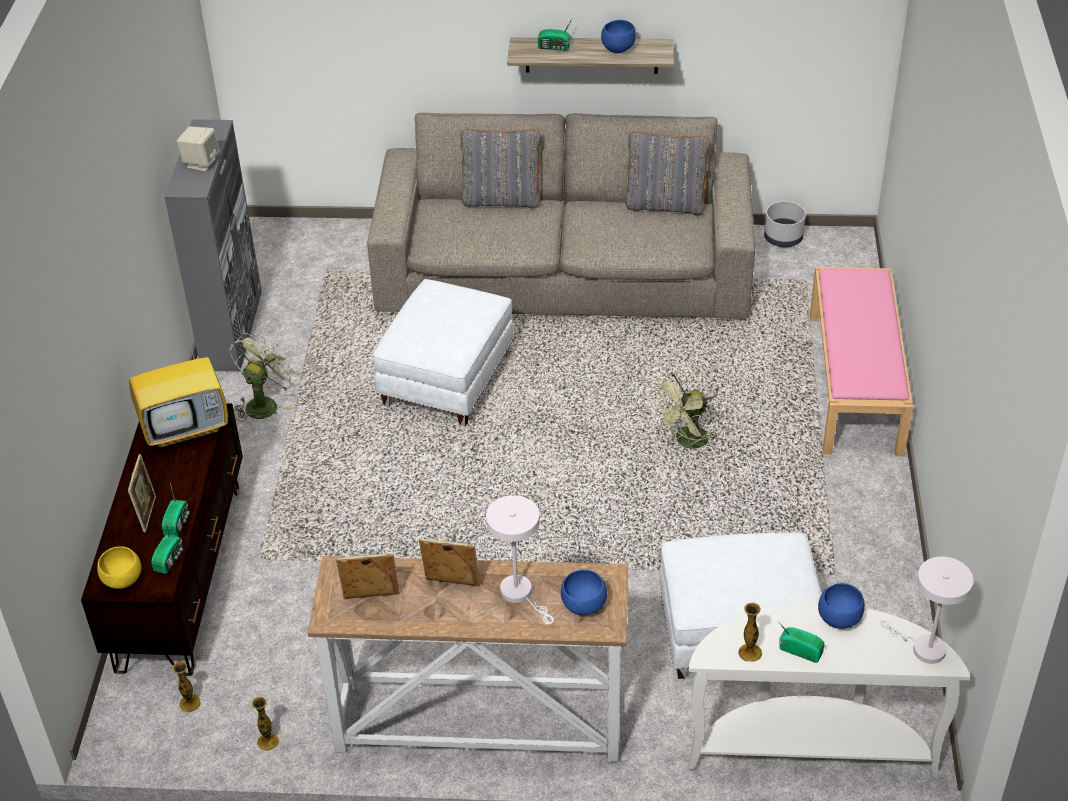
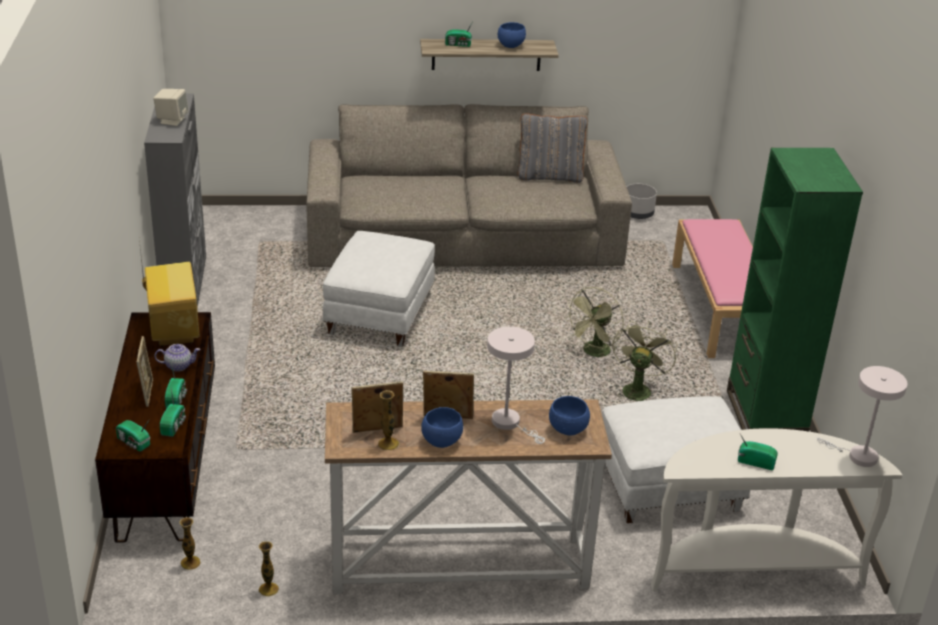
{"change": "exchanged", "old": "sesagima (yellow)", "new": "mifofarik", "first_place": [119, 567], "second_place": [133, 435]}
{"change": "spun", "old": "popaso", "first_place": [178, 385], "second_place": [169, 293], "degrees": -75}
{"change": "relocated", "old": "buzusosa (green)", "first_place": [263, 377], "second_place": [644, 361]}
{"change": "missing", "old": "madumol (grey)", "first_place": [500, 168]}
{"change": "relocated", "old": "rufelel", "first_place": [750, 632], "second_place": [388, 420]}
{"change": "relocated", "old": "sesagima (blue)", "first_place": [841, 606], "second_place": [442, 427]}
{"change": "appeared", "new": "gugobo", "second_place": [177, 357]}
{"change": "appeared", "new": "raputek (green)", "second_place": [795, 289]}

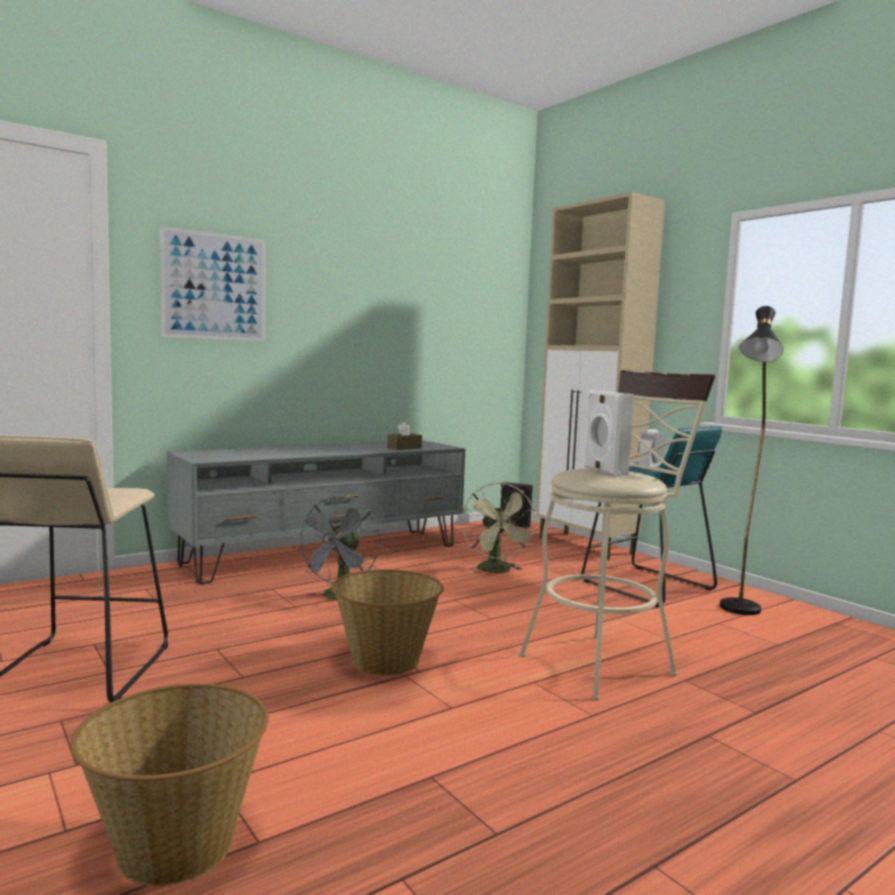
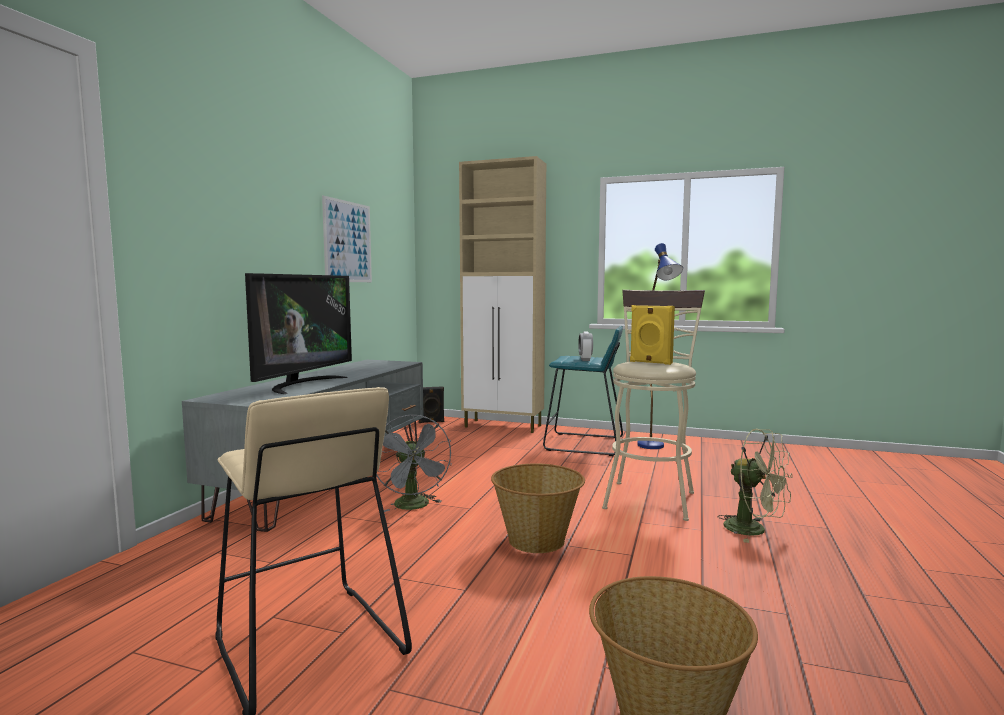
{"change": "relocated", "old": "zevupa", "first_place": [213, 284], "second_place": [347, 239]}
{"change": "missing", "old": "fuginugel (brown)", "first_place": [404, 436]}
{"change": "relocated", "old": "buzusosa (green)", "first_place": [499, 528], "second_place": [755, 486]}
{"change": "colour", "old": "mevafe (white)", "new": "mevafe (yellow)", "first_place": [609, 433], "second_place": [652, 335]}
{"change": "colour", "old": "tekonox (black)", "new": "tekonox (blue)", "first_place": [751, 460], "second_place": [660, 346]}
{"change": "appeared", "new": "popaso", "second_place": [298, 333]}

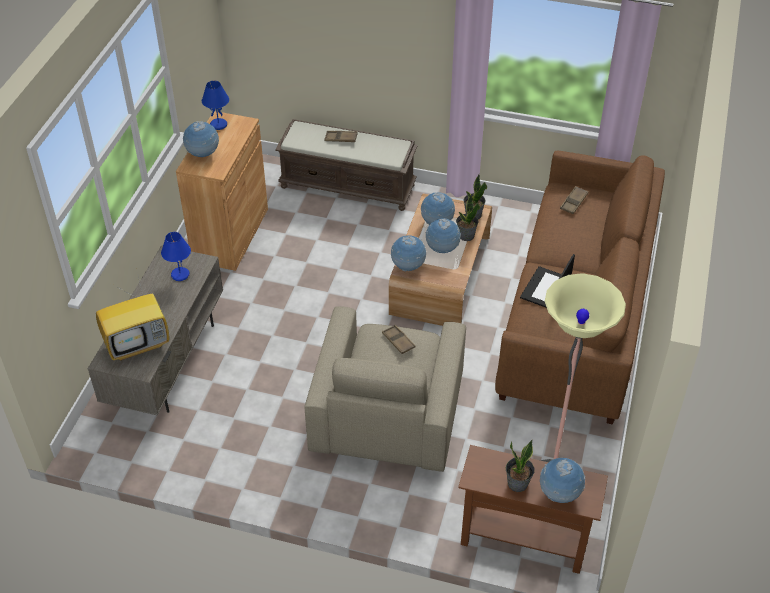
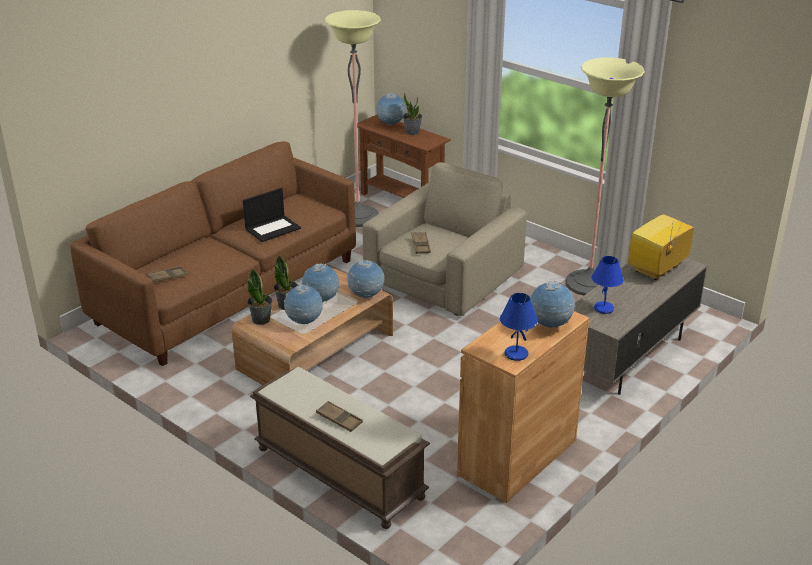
{"change": "spun", "old": "popaso", "first_place": [132, 316], "second_place": [660, 245], "degrees": -45}
{"change": "appeared", "new": "tekonox", "second_place": [605, 176]}

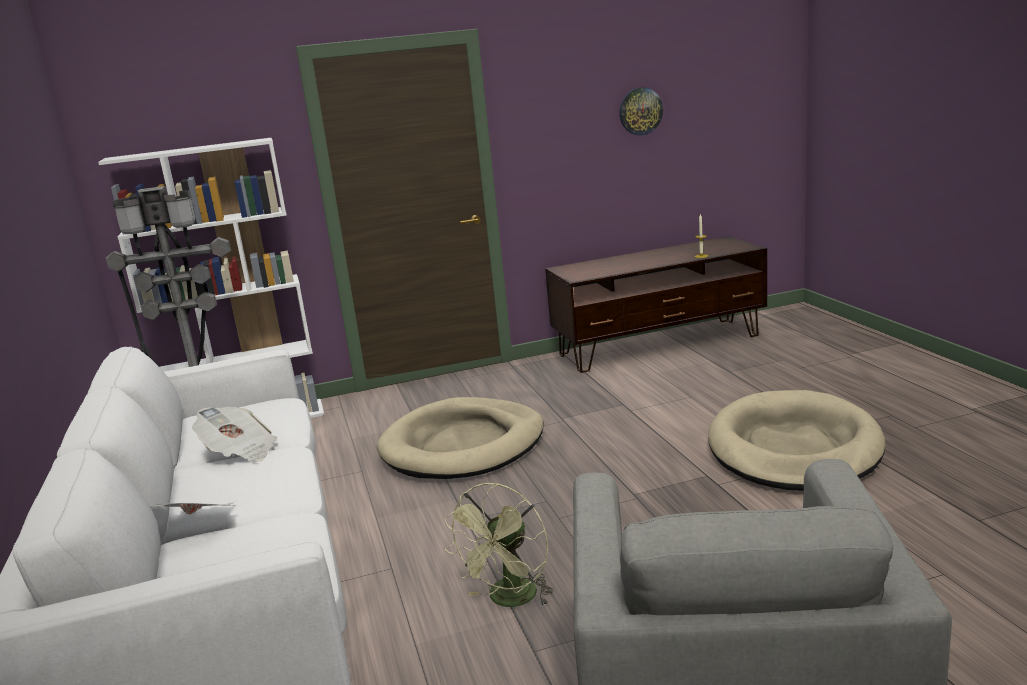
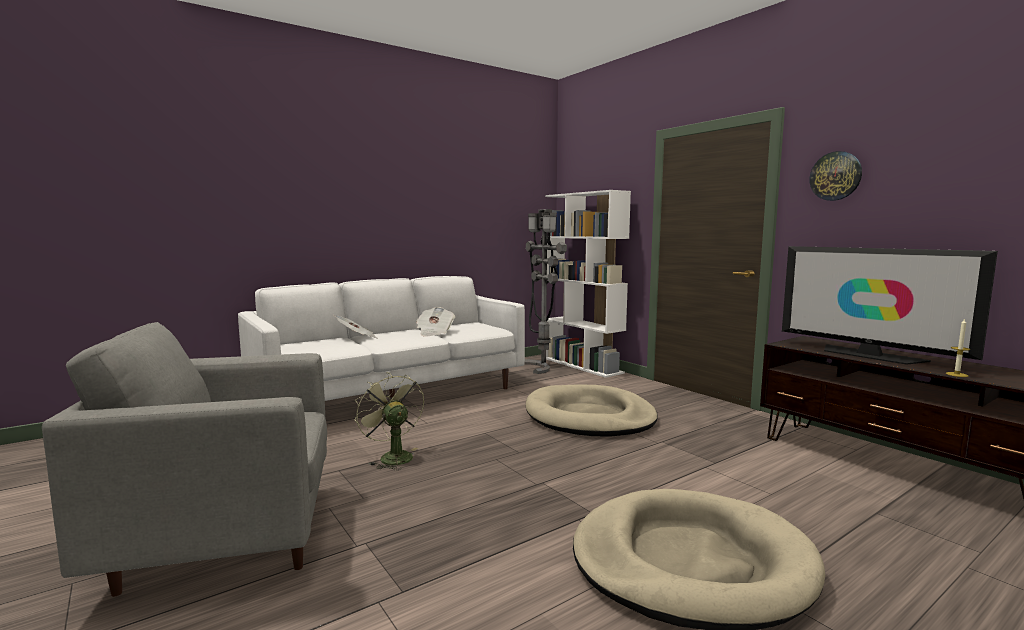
{"change": "spun", "old": "buzusosa (green)", "first_place": [499, 545], "second_place": [389, 421], "degrees": 45}
{"change": "relocated", "old": "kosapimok", "first_place": [641, 111], "second_place": [835, 176]}
{"change": "appeared", "new": "popaso", "second_place": [890, 305]}

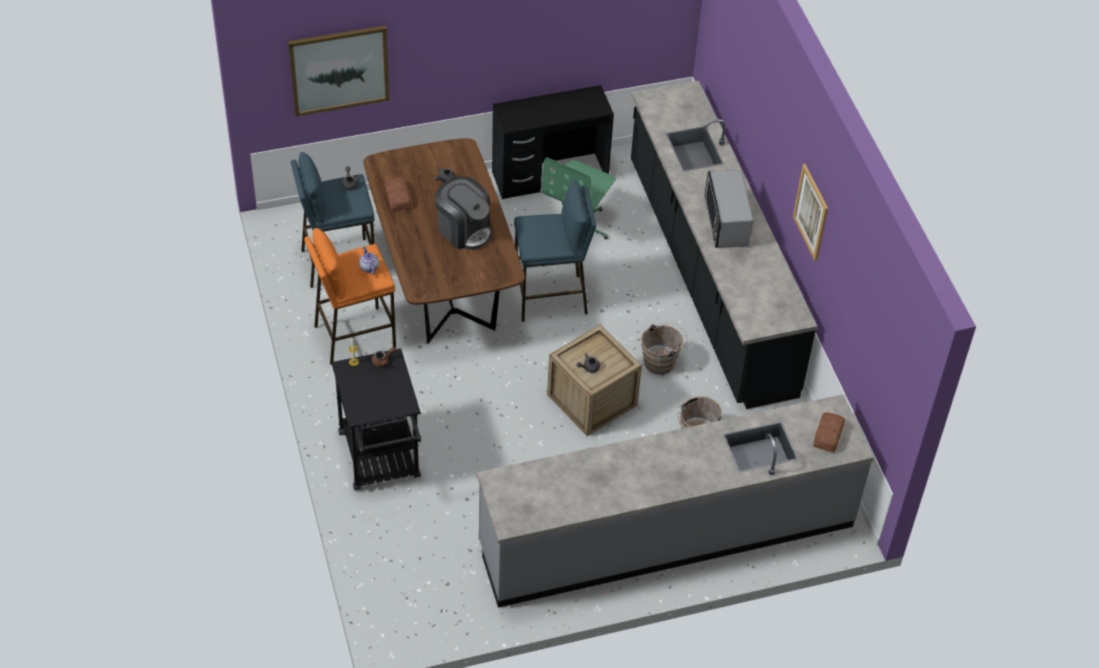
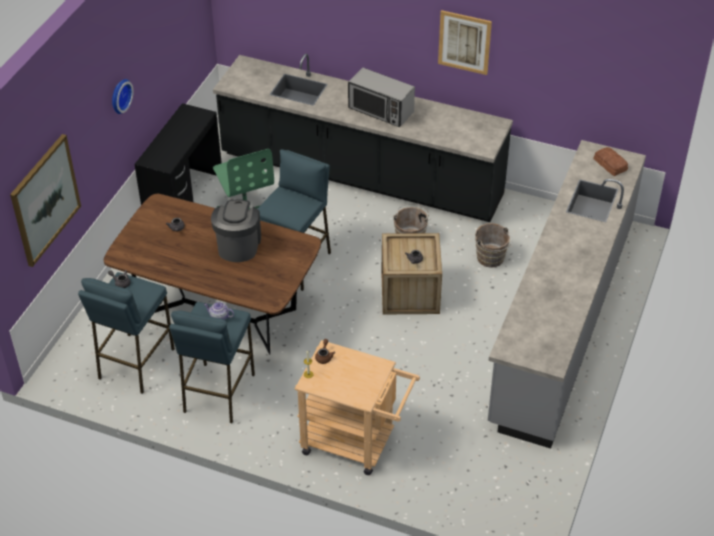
{"change": "colour", "old": "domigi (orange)", "new": "domigi (blue)", "first_place": [350, 296], "second_place": [212, 362]}
{"change": "colour", "old": "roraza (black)", "new": "roraza (beige)", "first_place": [376, 419], "second_place": [357, 407]}
{"change": "missing", "old": "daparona", "first_place": [398, 194]}
{"change": "spun", "old": "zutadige", "first_place": [463, 213], "second_place": [236, 231], "degrees": -75}
{"change": "appeared", "new": "kosapimok", "second_place": [123, 96]}

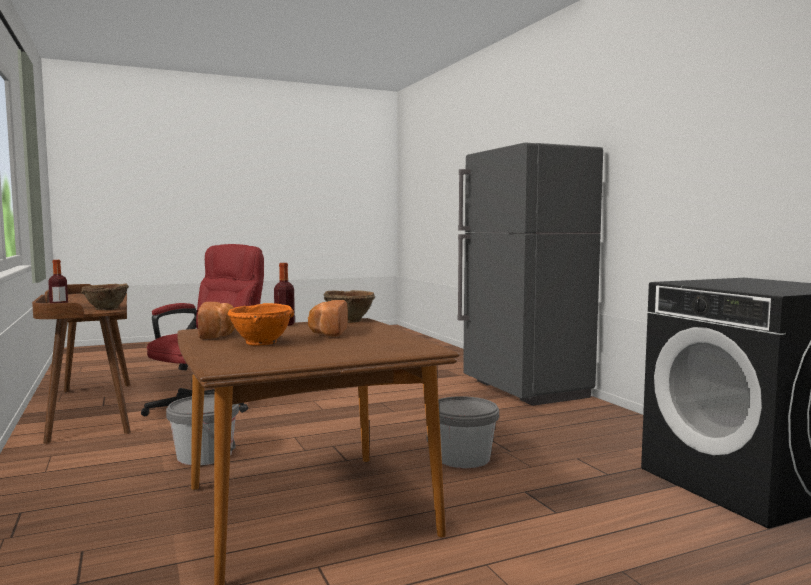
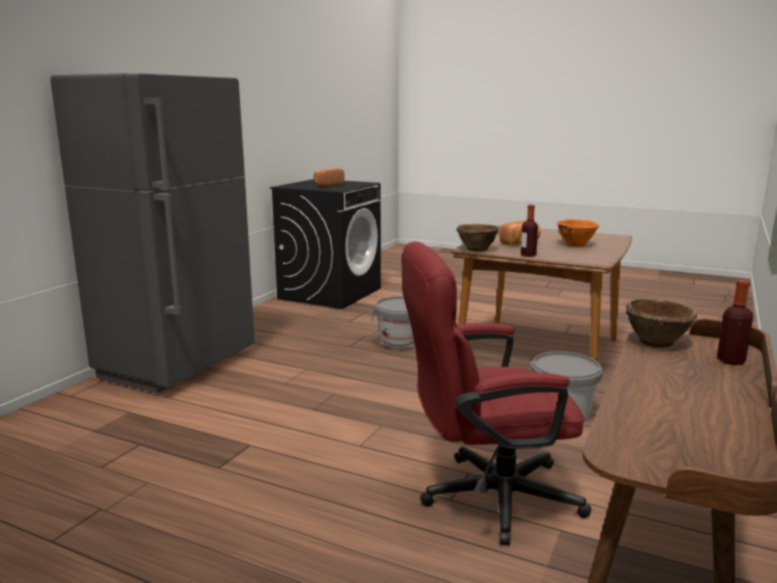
{"change": "relocated", "old": "daparona", "first_place": [216, 320], "second_place": [329, 177]}

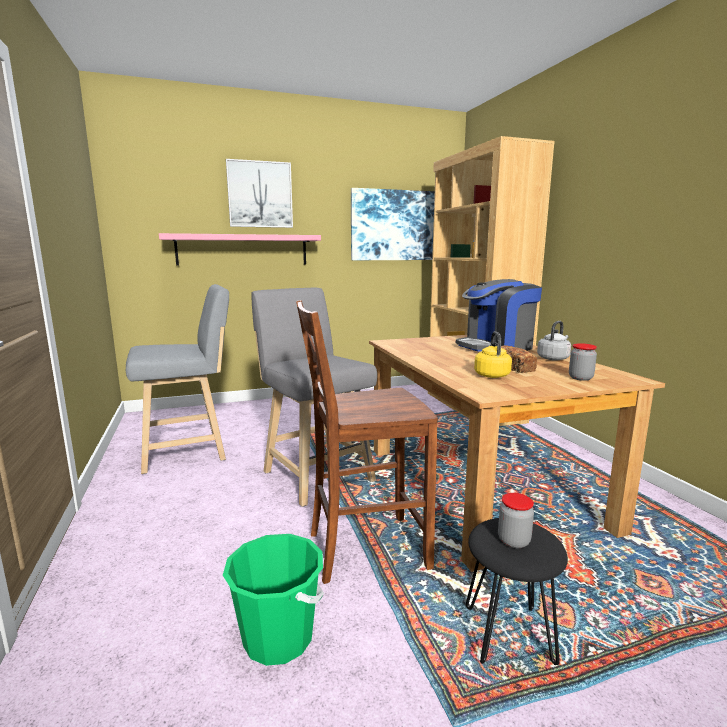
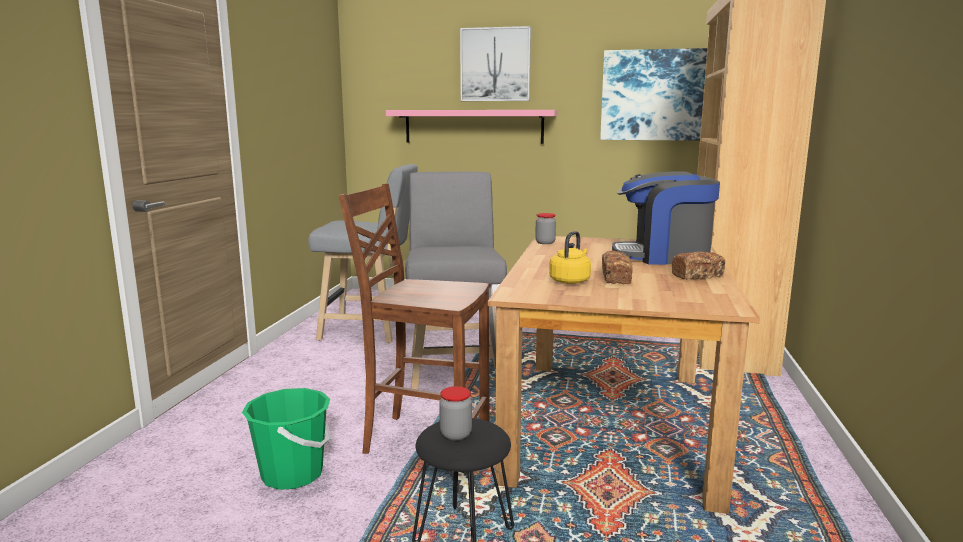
{"change": "exchanged", "old": "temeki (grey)", "new": "daparona", "first_place": [554, 341], "second_place": [698, 265]}
{"change": "relocated", "old": "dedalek", "first_place": [583, 362], "second_place": [545, 228]}

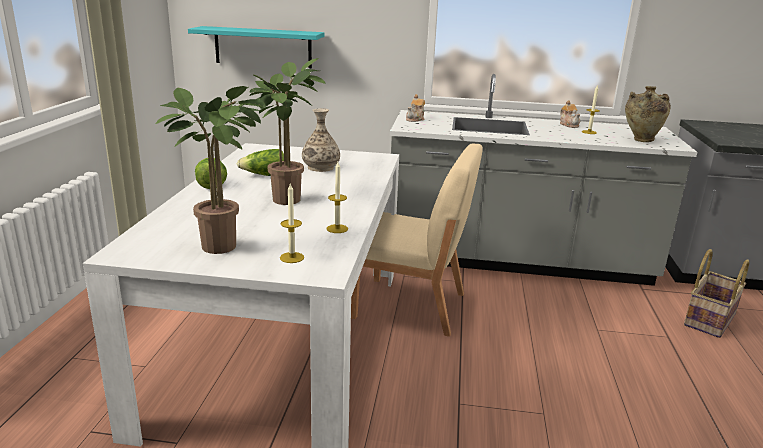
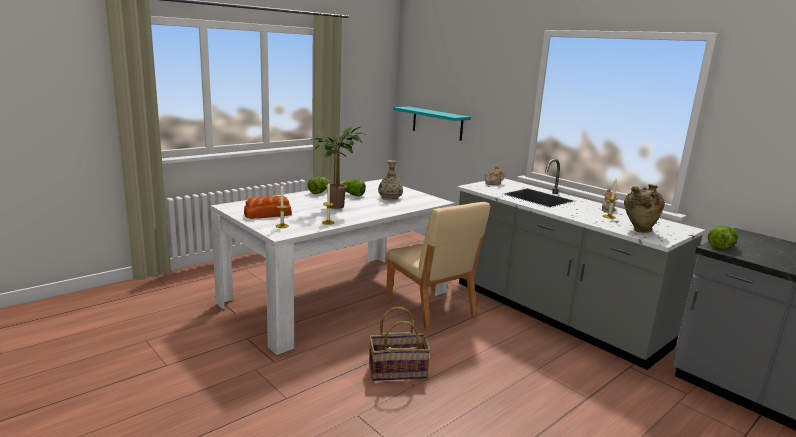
{"change": "exchanged", "old": "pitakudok", "new": "daparona", "first_place": [210, 170], "second_place": [268, 207]}
{"change": "relocated", "old": "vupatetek", "first_place": [716, 293], "second_place": [400, 344]}
{"change": "appeared", "new": "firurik", "second_place": [723, 237]}

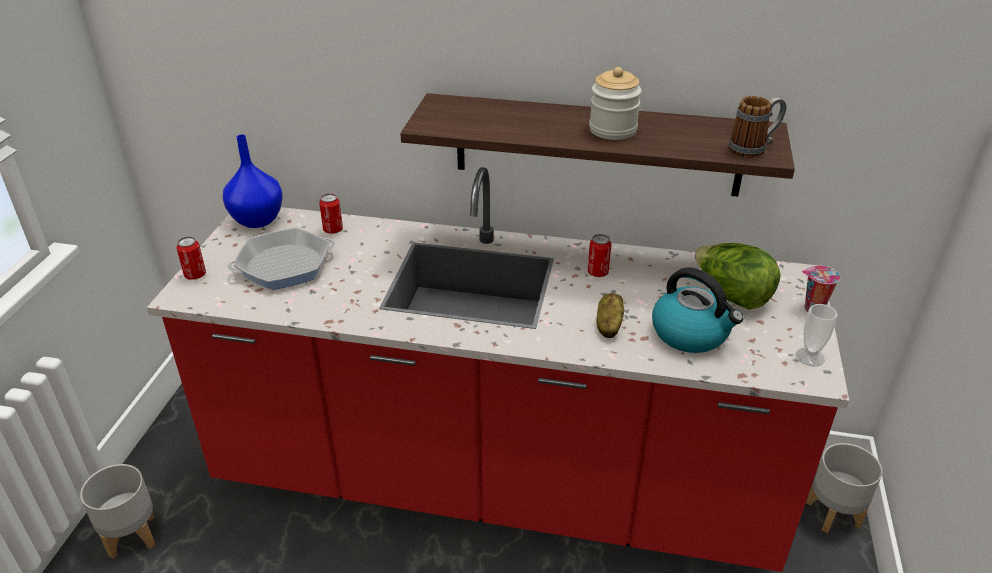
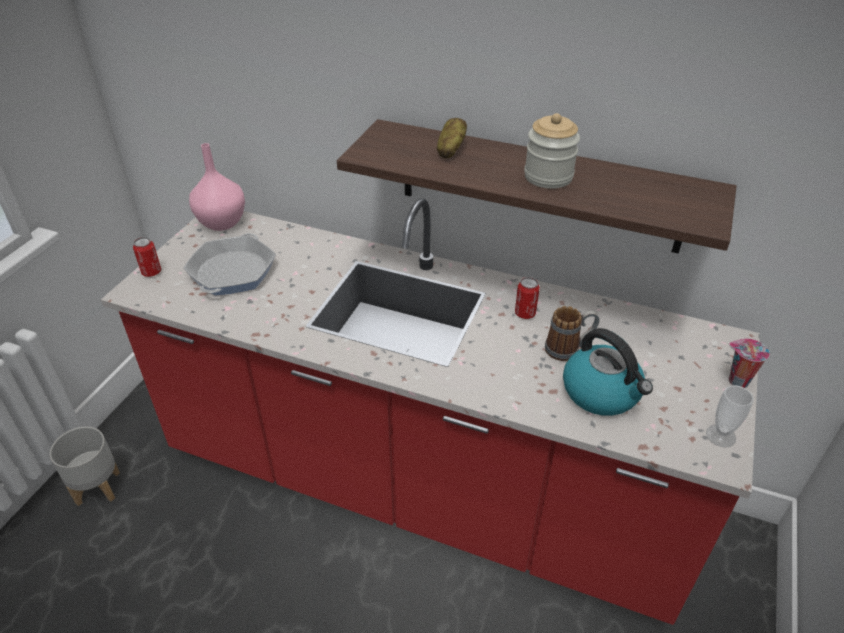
{"change": "colour", "old": "rufelel (blue)", "new": "rufelel (pink)", "first_place": [253, 181], "second_place": [217, 187]}
{"change": "spun", "old": "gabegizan", "first_place": [281, 259], "second_place": [229, 264], "degrees": -60}
{"change": "missing", "old": "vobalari", "first_place": [331, 213]}
{"change": "relocated", "old": "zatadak", "first_place": [610, 315], "second_place": [452, 138]}
{"change": "missing", "old": "firurik", "first_place": [738, 276]}
{"change": "relocated", "old": "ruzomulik", "first_place": [757, 127], "second_place": [572, 333]}
{"change": "missing", "old": "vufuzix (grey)", "first_place": [844, 488]}

